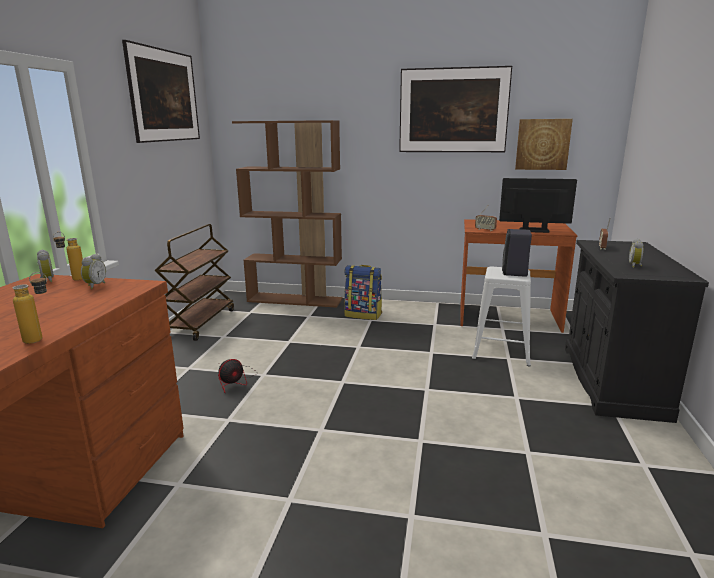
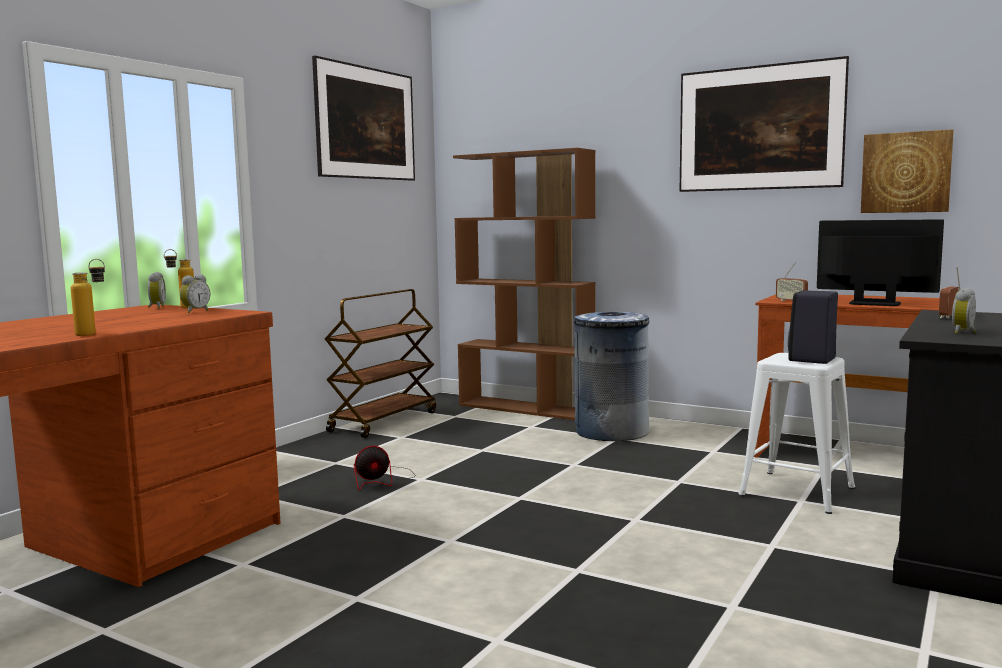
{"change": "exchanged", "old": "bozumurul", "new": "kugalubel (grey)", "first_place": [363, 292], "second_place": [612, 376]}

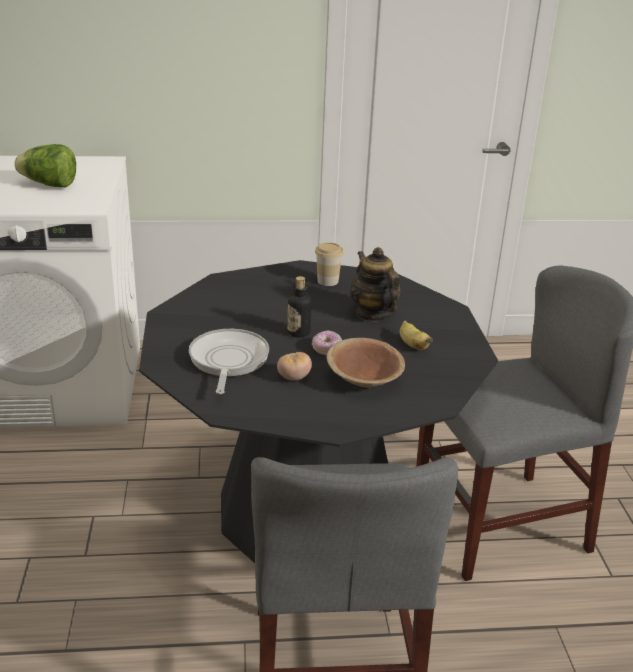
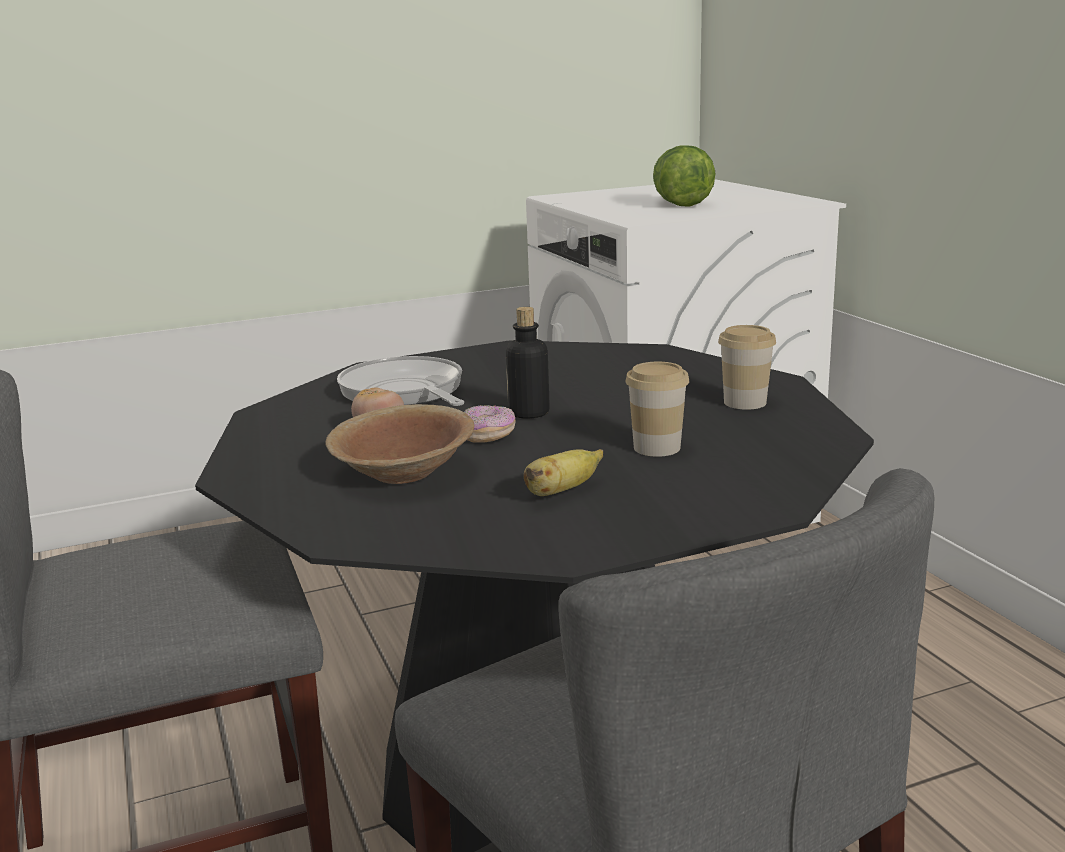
{"change": "spun", "old": "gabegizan", "first_place": [229, 361], "second_place": [400, 381], "degrees": -105}
{"change": "exchanged", "old": "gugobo", "new": "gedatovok", "first_place": [375, 284], "second_place": [657, 409]}

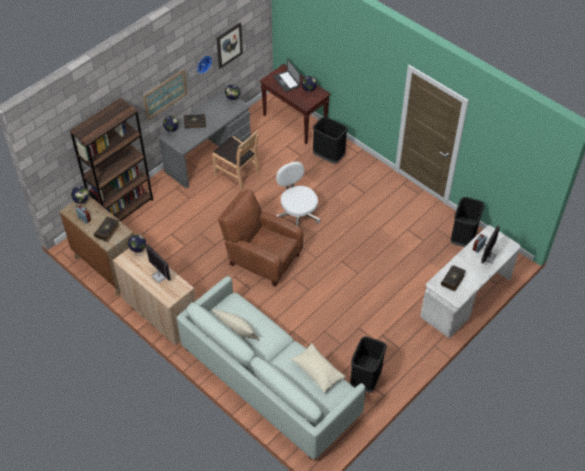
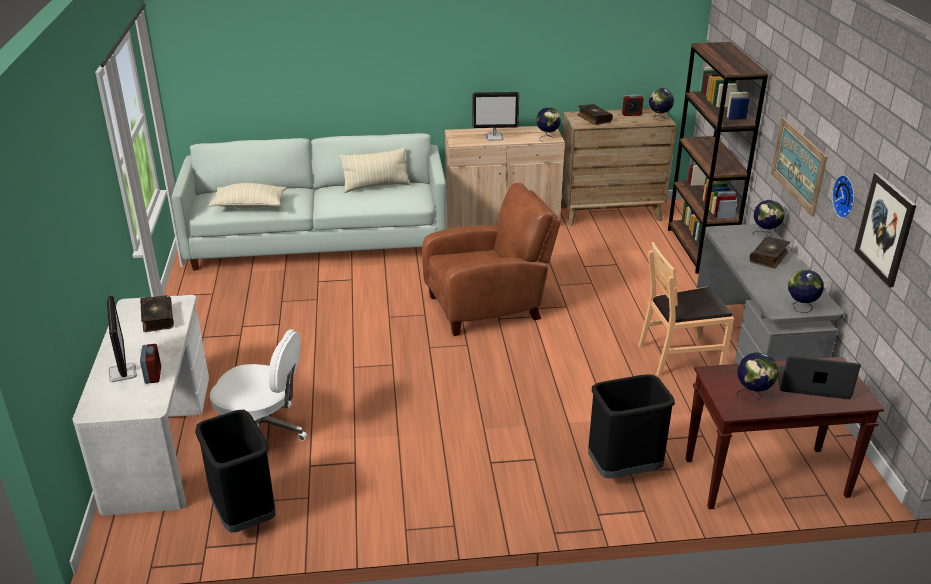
{"change": "relocated", "old": "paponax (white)", "first_place": [298, 194], "second_place": [258, 385]}
{"change": "missing", "old": "kugalubel (black)", "first_place": [368, 364]}

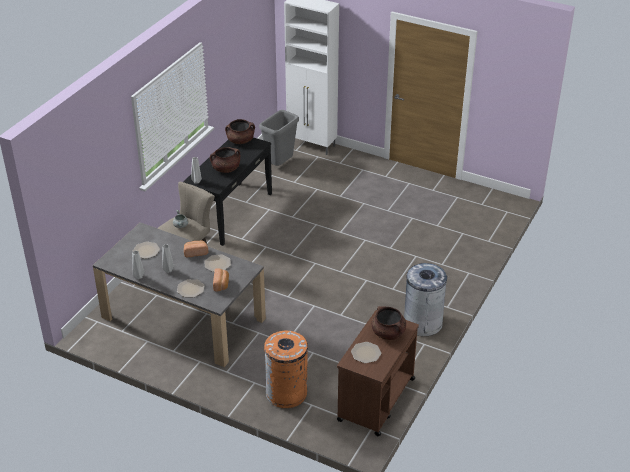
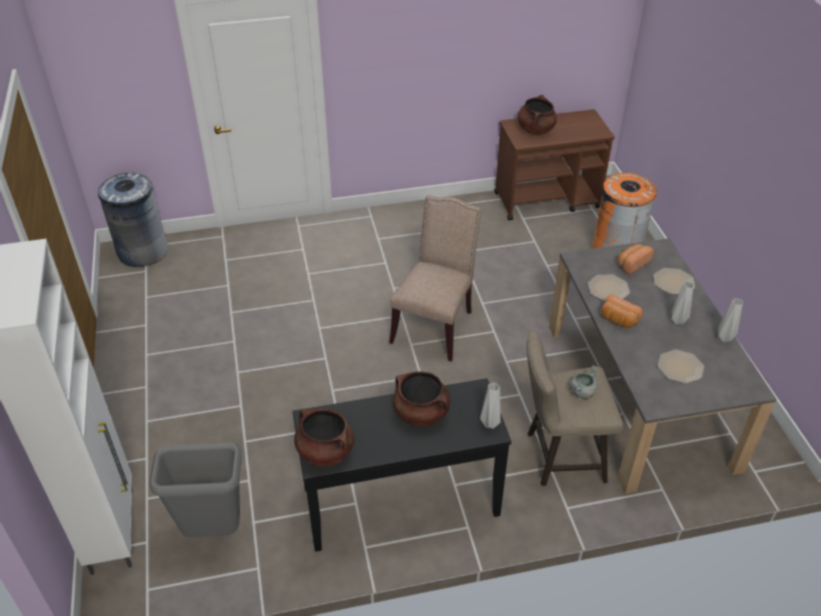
{"change": "missing", "old": "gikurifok", "first_place": [366, 352]}
{"change": "relocated", "old": "kugalubel (grey)", "first_place": [426, 299], "second_place": [133, 220]}
{"change": "appeared", "new": "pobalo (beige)", "second_place": [435, 278]}

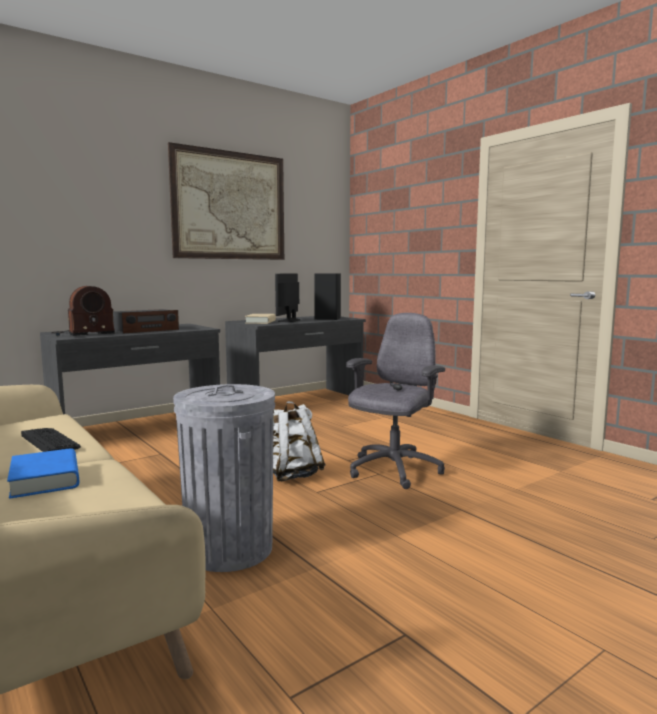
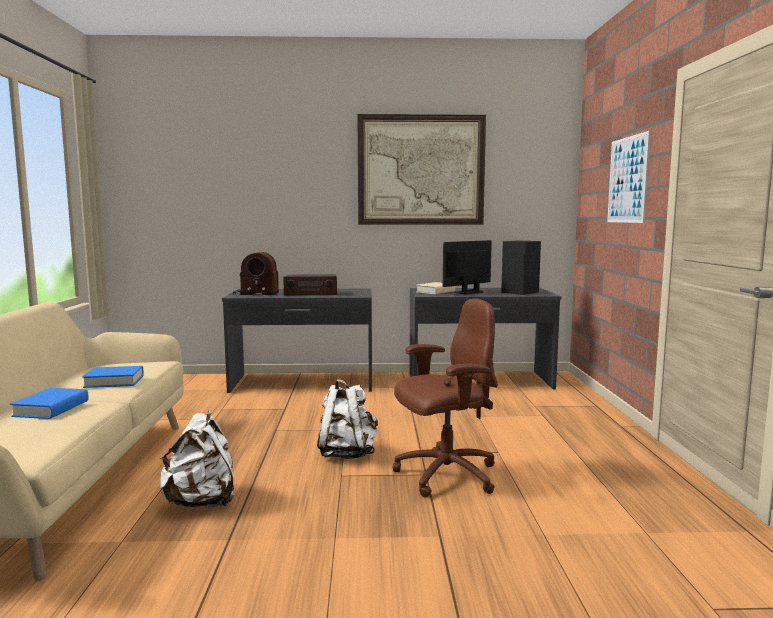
{"change": "exchanged", "old": "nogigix", "new": "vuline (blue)", "first_place": [51, 440], "second_place": [113, 377]}
{"change": "exchanged", "old": "kugalubel (grey)", "new": "bozumurul (white)", "first_place": [224, 478], "second_place": [197, 459]}
{"change": "colour", "old": "paponax (grey)", "new": "paponax (brown)", "first_place": [395, 401], "second_place": [445, 398]}
{"change": "appeared", "new": "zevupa", "second_place": [629, 177]}

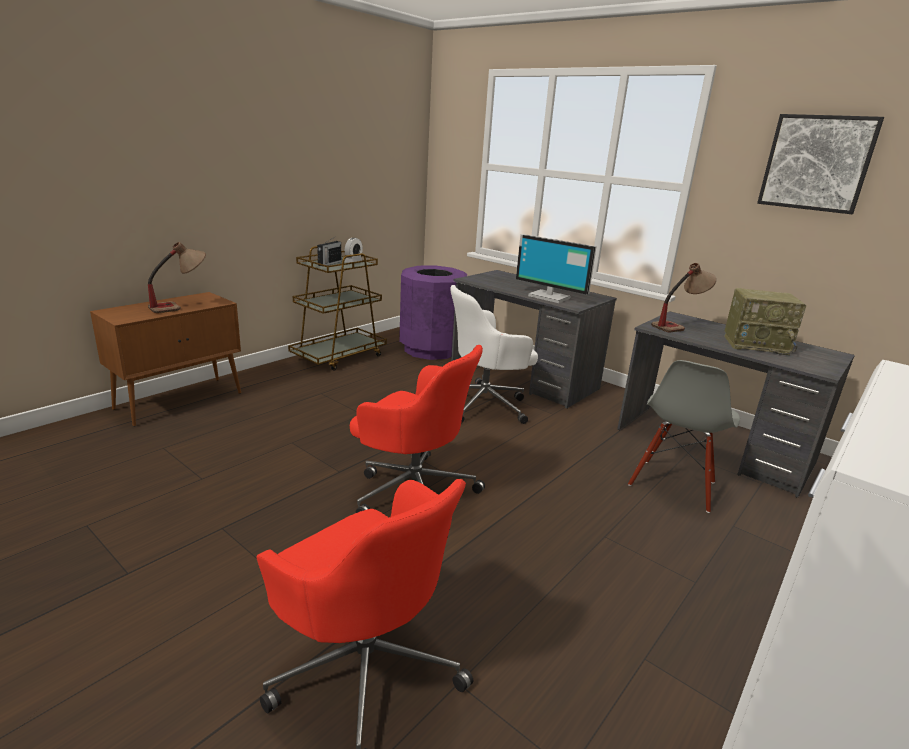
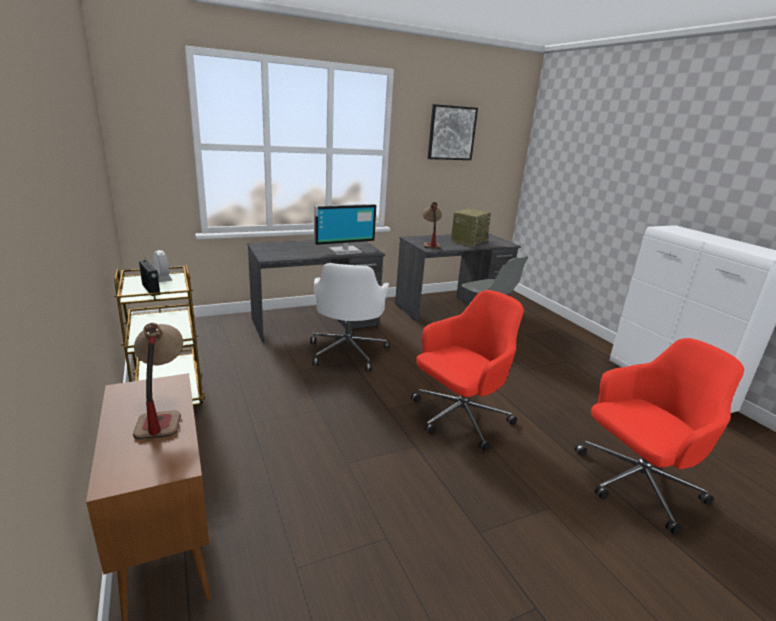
{"change": "missing", "old": "kugalubel (purple)", "first_place": [433, 312]}

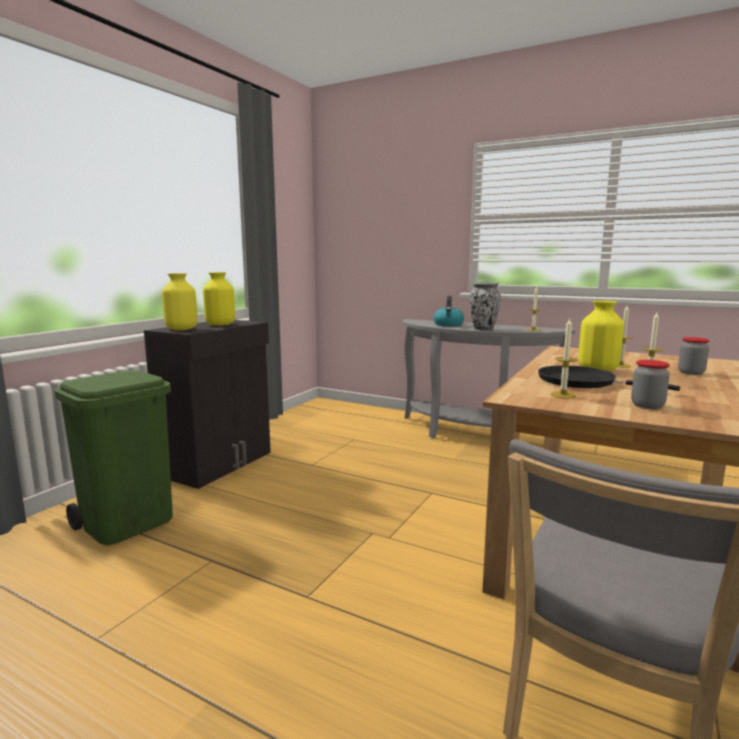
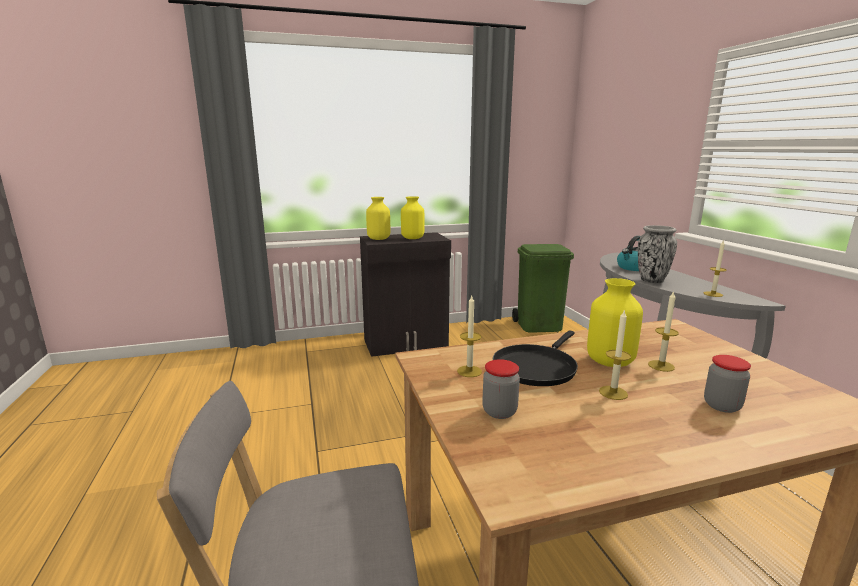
{"change": "relocated", "old": "kugalubel (green)", "first_place": [113, 457], "second_place": [543, 288]}
{"change": "spun", "old": "gabegizan (black)", "first_place": [609, 378], "second_place": [535, 358], "degrees": -135}

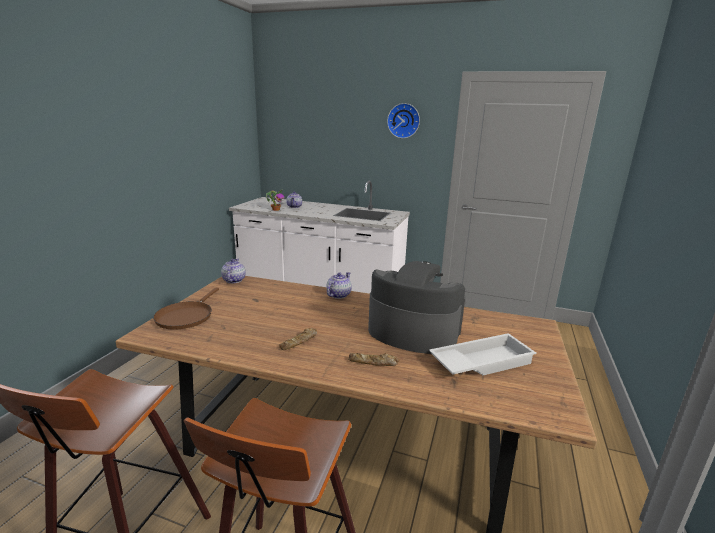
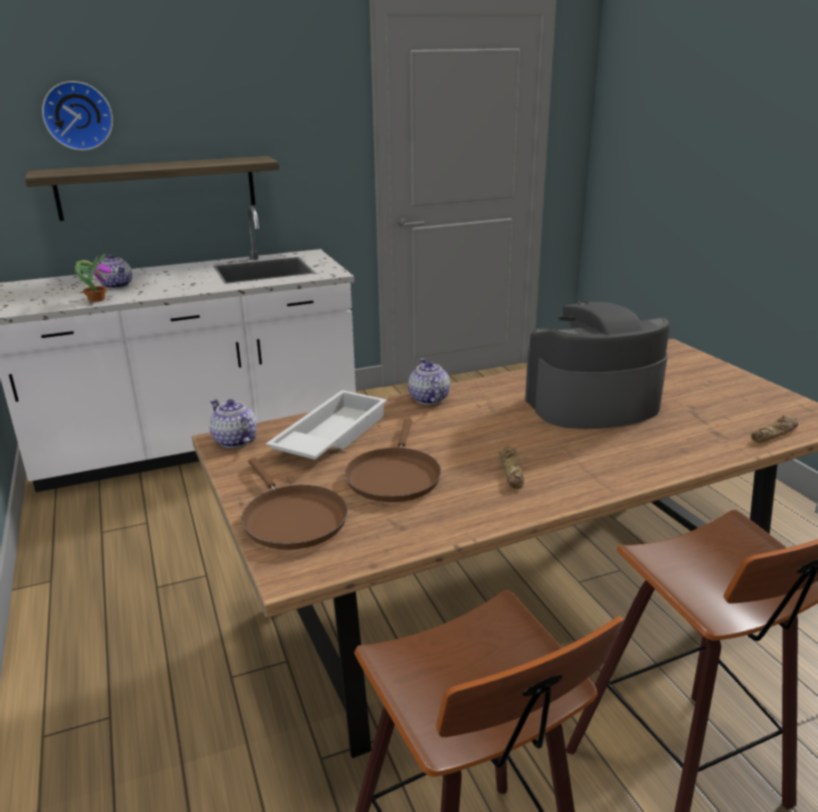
{"change": "relocated", "old": "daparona", "first_place": [373, 359], "second_place": [774, 429]}
{"change": "relocated", "old": "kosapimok", "first_place": [403, 121], "second_place": [77, 116]}
{"change": "relocated", "old": "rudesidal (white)", "first_place": [482, 354], "second_place": [326, 425]}
{"change": "appeared", "new": "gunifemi", "second_place": [152, 188]}
{"change": "appeared", "new": "gabegizan (brown)", "second_place": [393, 460]}

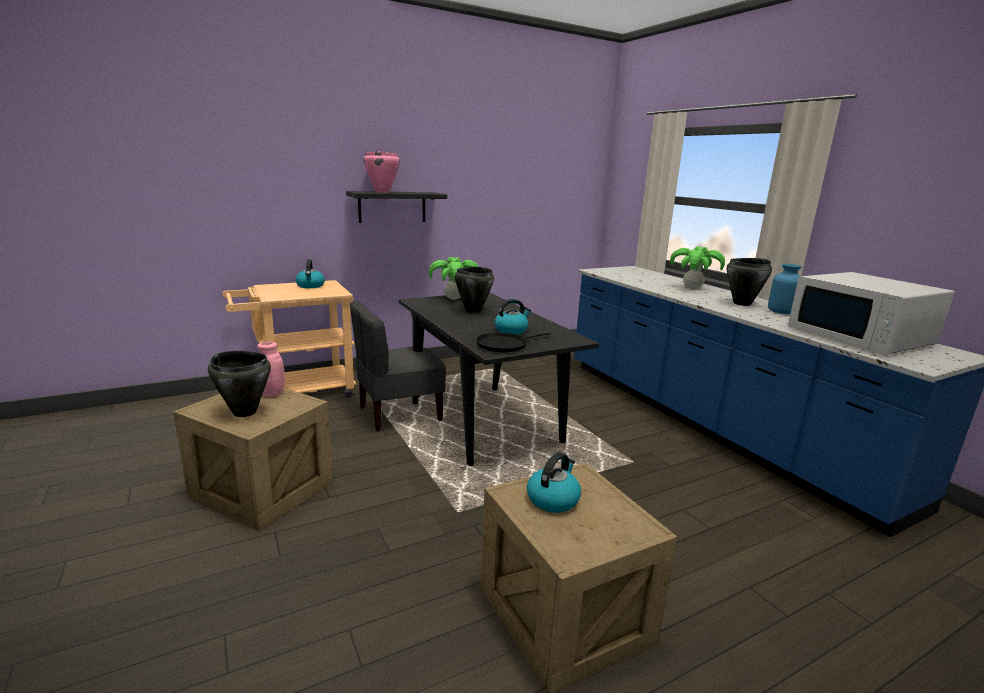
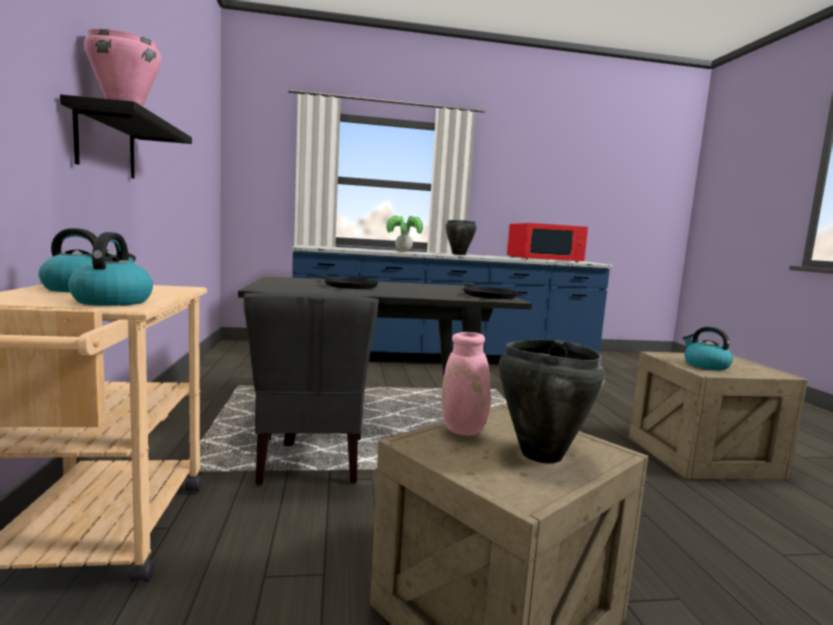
{"change": "missing", "old": "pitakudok", "first_place": [454, 278]}
{"change": "exchanged", "old": "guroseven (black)", "new": "gabegizan (black)", "first_place": [474, 290], "second_place": [347, 281]}
{"change": "relocated", "old": "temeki", "first_place": [512, 316], "second_place": [110, 269]}
{"change": "missing", "old": "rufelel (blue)", "first_place": [785, 289]}
{"change": "colour", "old": "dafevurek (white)", "new": "dafevurek (red)", "first_place": [871, 313], "second_place": [547, 242]}

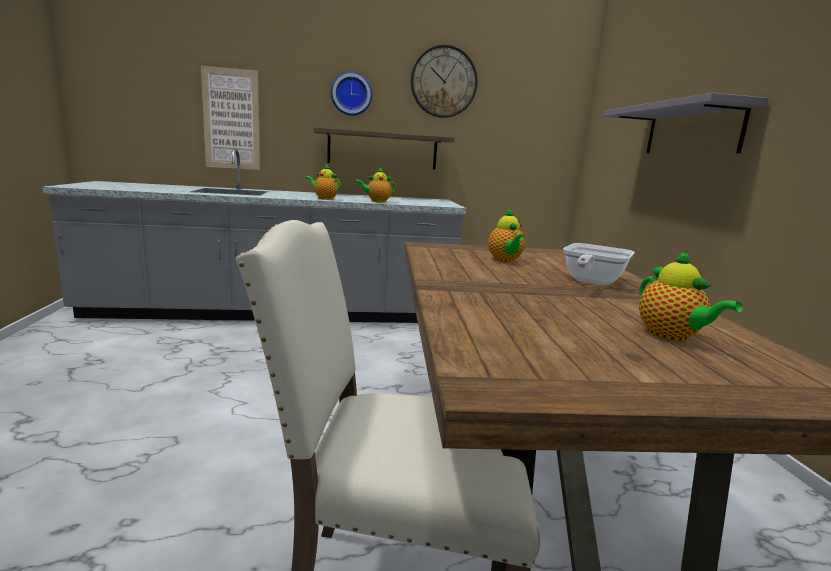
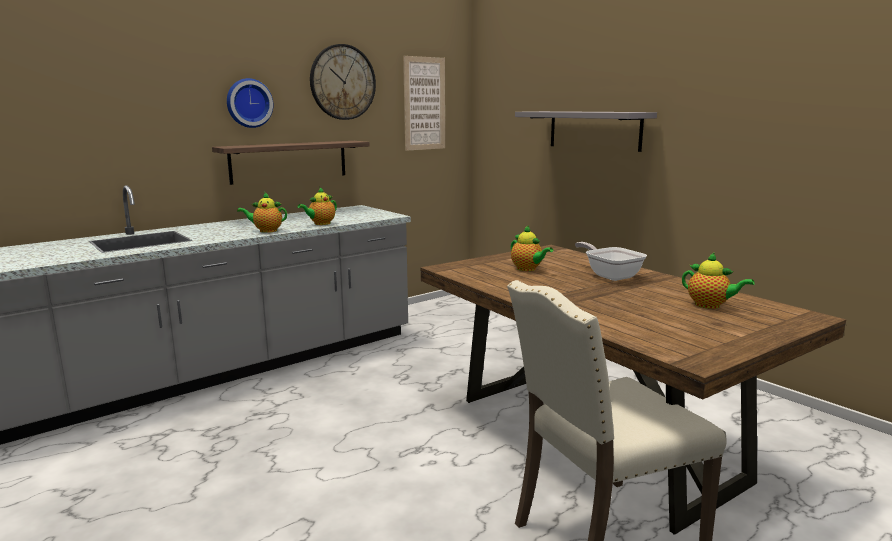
{"change": "relocated", "old": "zevupa", "first_place": [230, 118], "second_place": [424, 103]}
{"change": "spun", "old": "gabegizan", "first_place": [599, 264], "second_place": [611, 261], "degrees": 150}

